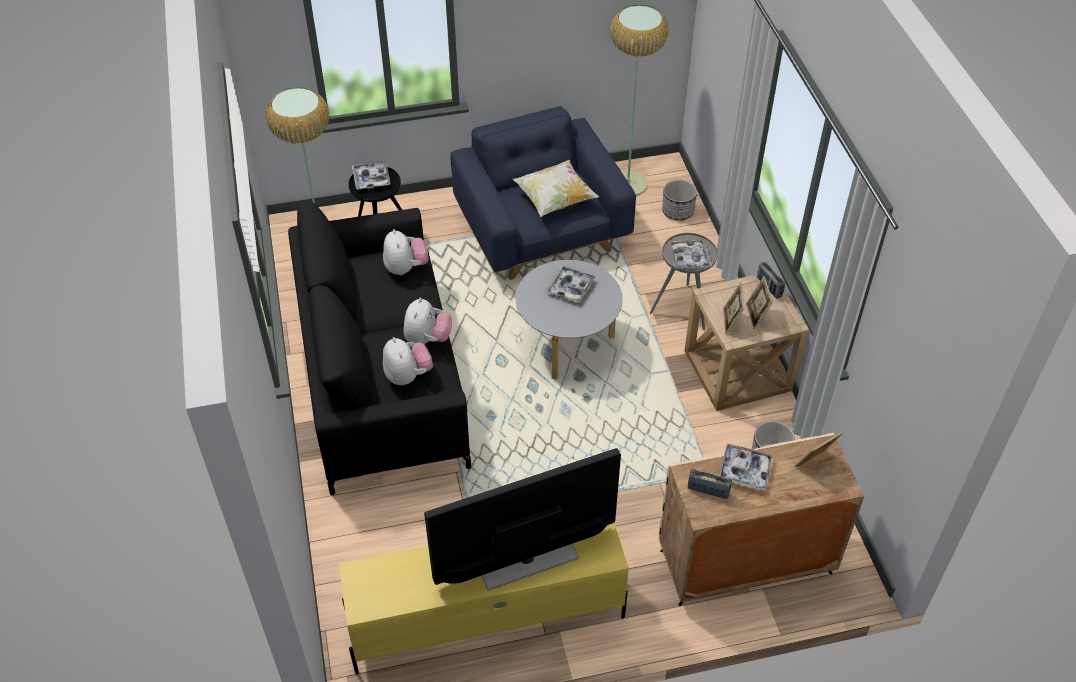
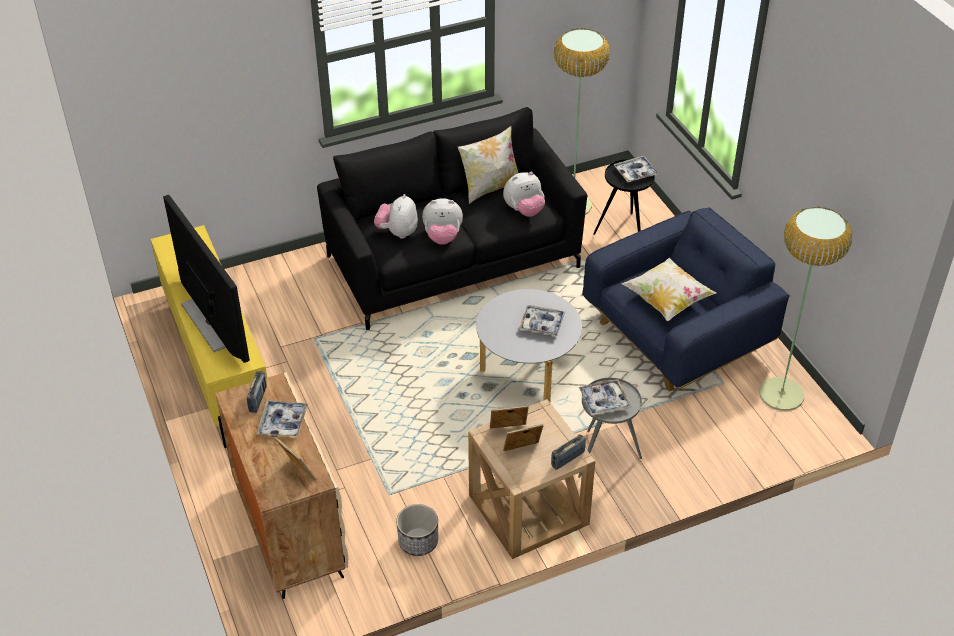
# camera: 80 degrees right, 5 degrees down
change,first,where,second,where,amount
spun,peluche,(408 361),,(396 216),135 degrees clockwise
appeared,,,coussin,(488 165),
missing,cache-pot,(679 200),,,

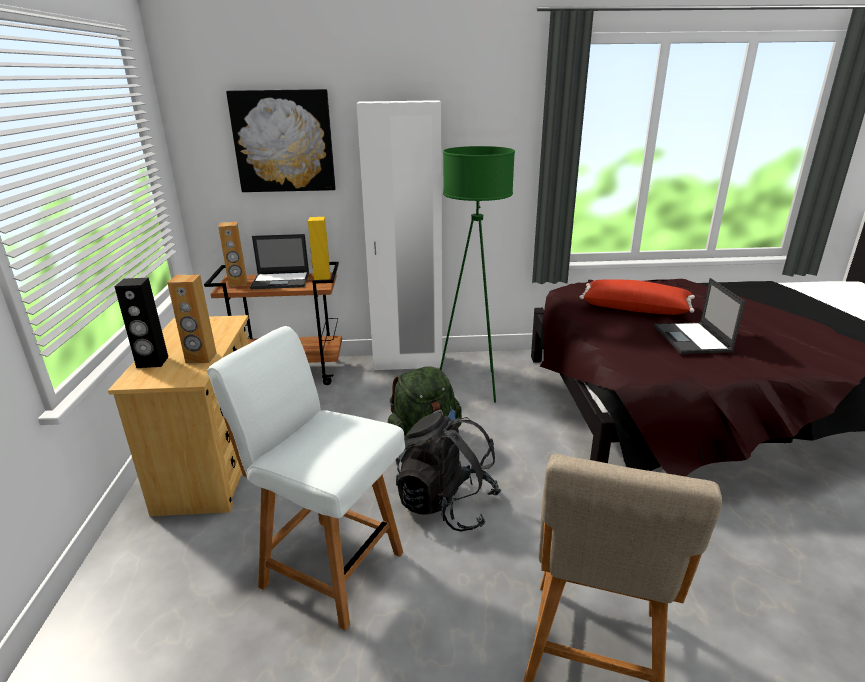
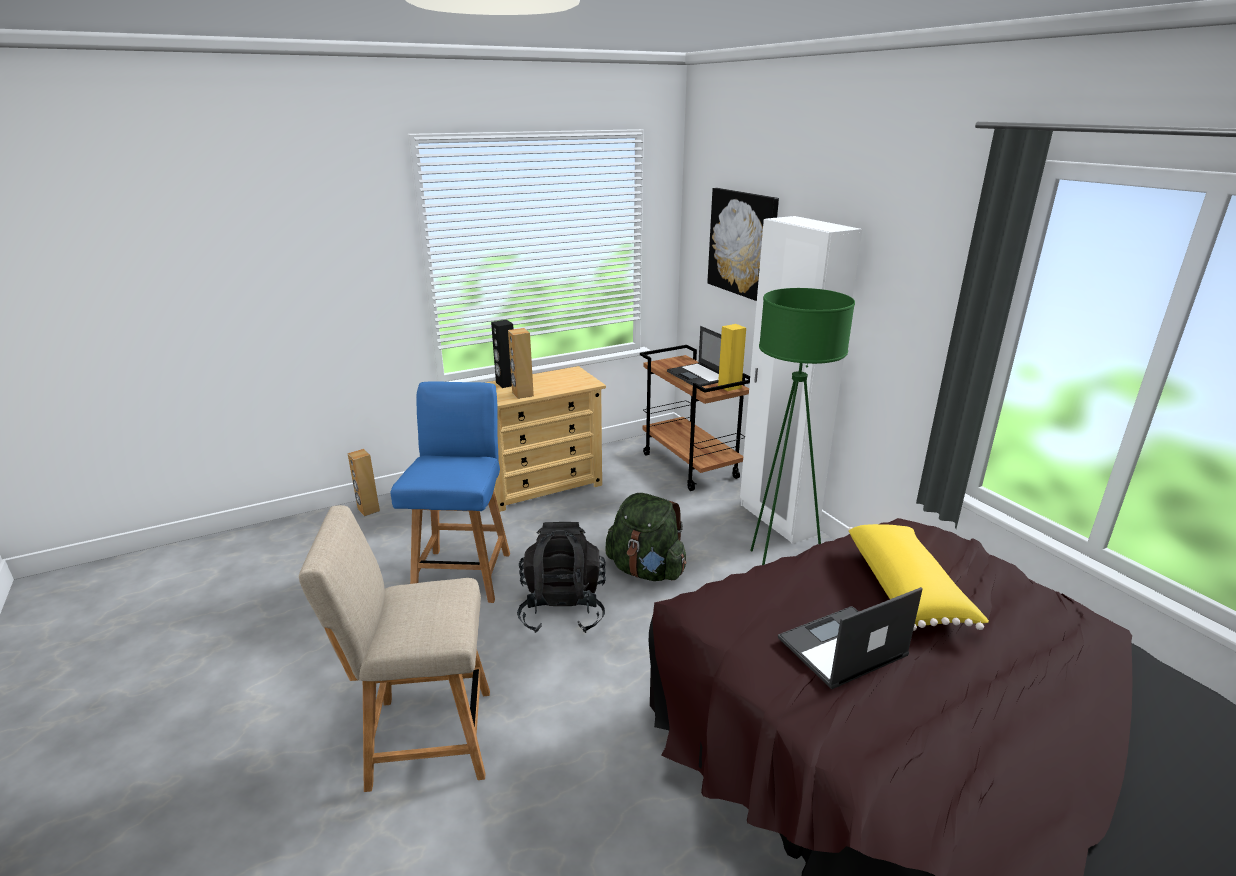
# camera: 65 degrees right, 0 degrees up
change,first,where,second,where,amount
relocated,enceinte (marron),(232 254),,(363 482),
colour,chaise (blanc),(306 478),chaise (bleu),(450 492),
colour,coussin (rouge),(637 297),coussin (jaune),(918 577),

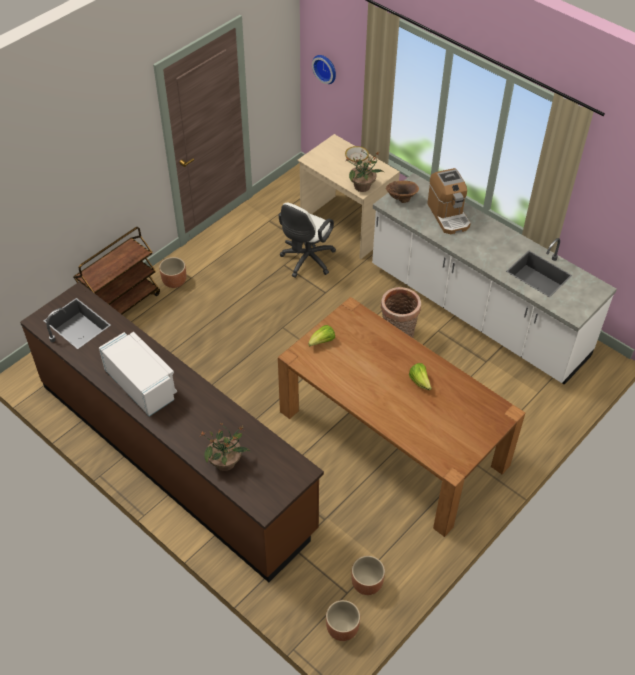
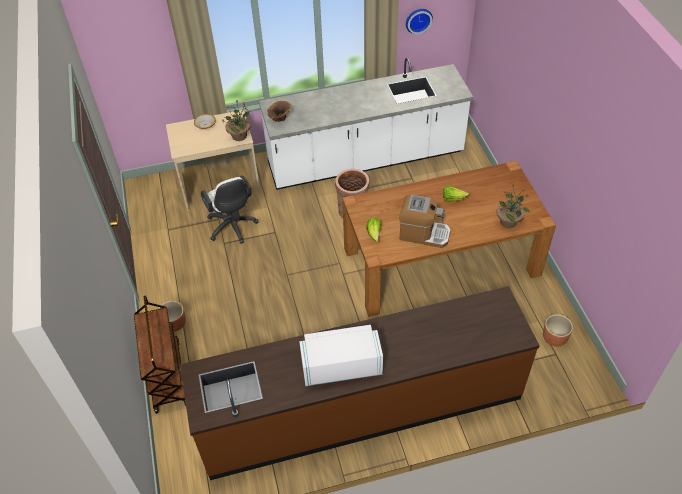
# camera: 55 degrees left, 0 degrees up
change,first,where,second,where,amount
relocated,machine à café,(449 201),,(425 221),
relocated,horloge murale,(324 69),,(419 21),
relocated,plante en pot,(224 446),,(513 206),
missing,cache-pot (marron),(343 620),,,

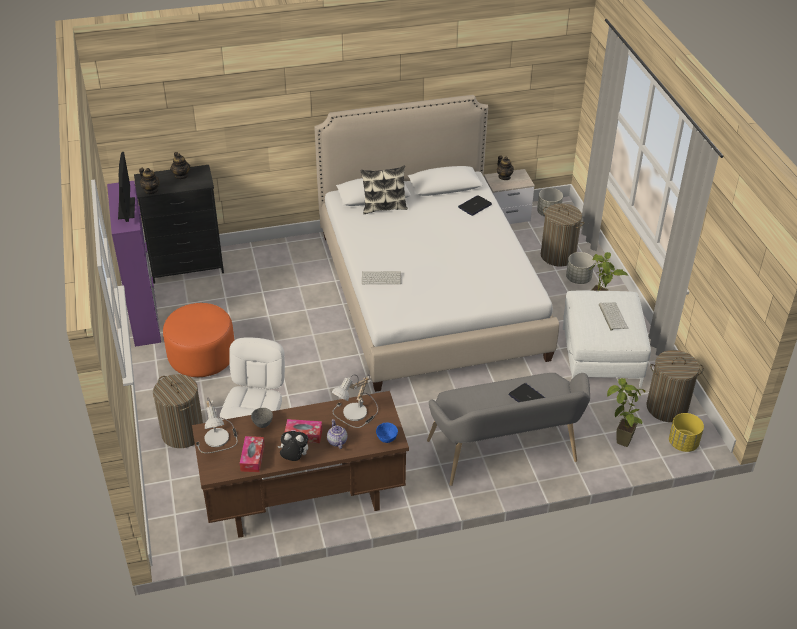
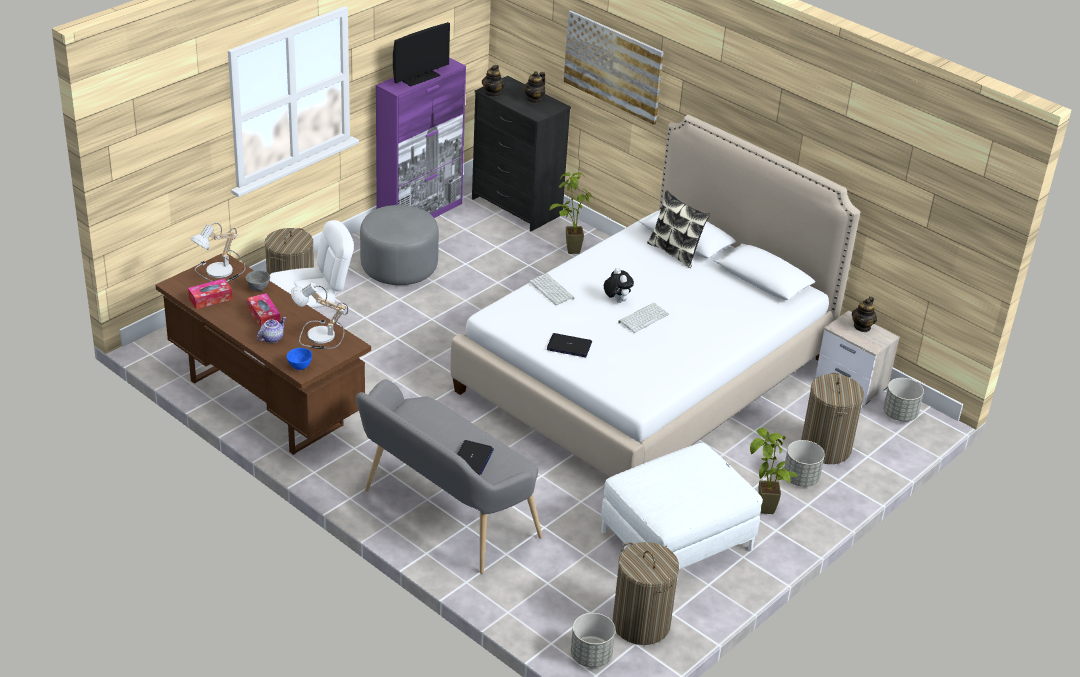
# camera: 55 degrees right, 5 degrees down
change,first,where,second,where,amount
colour,pouf (orange),(198 340),pouf (gris),(399 245),
relocated,ordinateur portable,(475 205),,(569 345),
relocated,plante en pot,(626 412),,(572 213),
appeared,,,tableau,(614 67),
colour,cache-pot (jaune),(686 432),cache-pot (gris),(593 640),
relocated,peluche,(293 446),,(619 285),
relocated,clavier,(613 317),,(643 318),

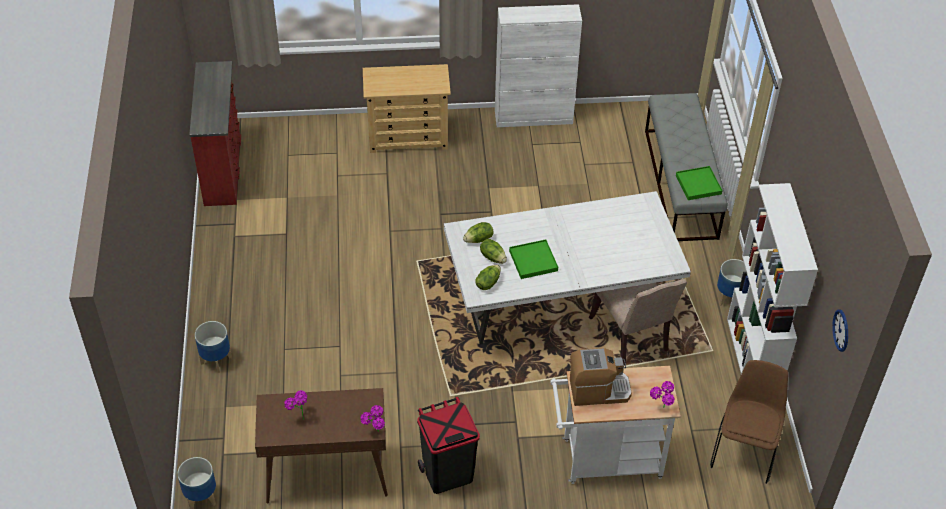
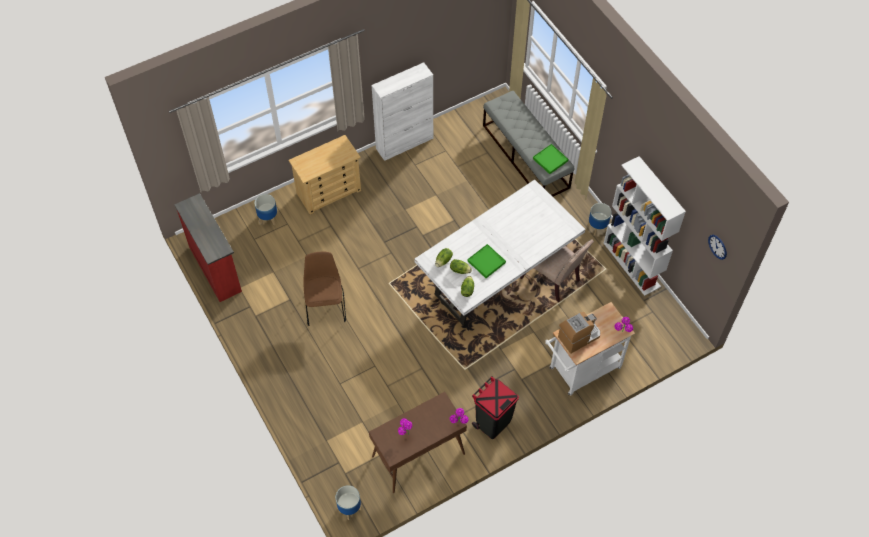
# camera: 25 degrees left, 10 degrees up
change,first,where,second,where,amount
relocated,cache-pot,(213 347),,(265 209),
relocated,chaise (marron),(749 422),,(324 289),

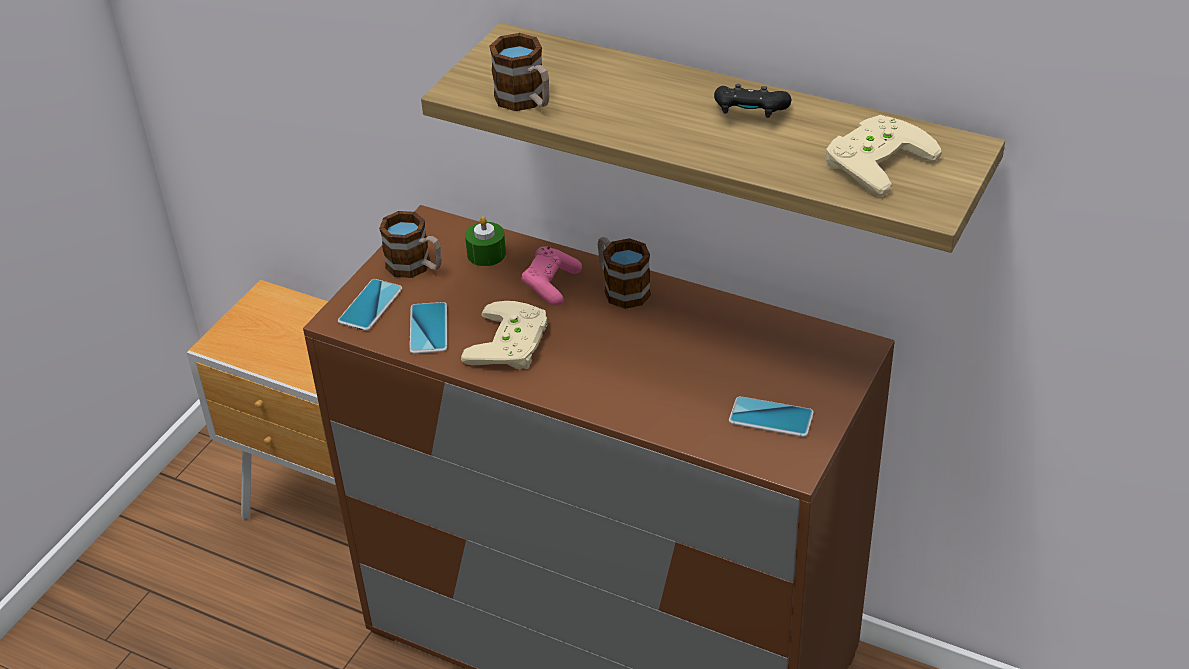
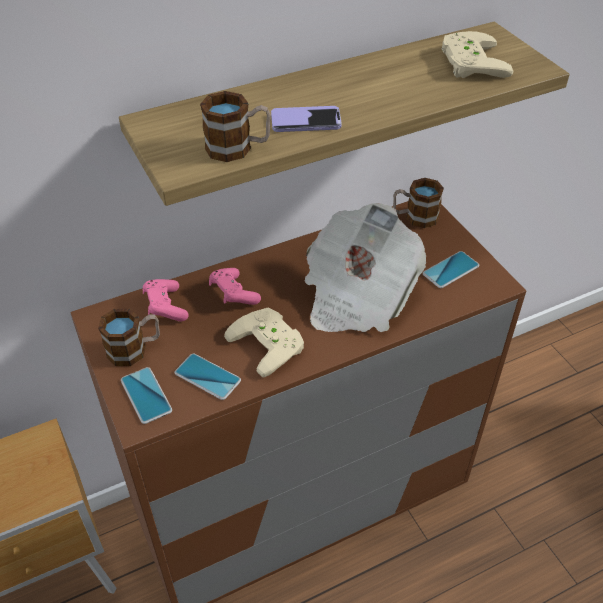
# camera: 55 degrees left, 5 degrees up
change,first,where,second,where,amount
exchanged,bougie (vert),(485 241),manette (rose),(166 300),
appeared,,,téléphone,(306 119),
appeared,,,journal,(365 267),
relocated,mug,(624 273),,(418 203),
missing,manette (noir),(752 101),,,

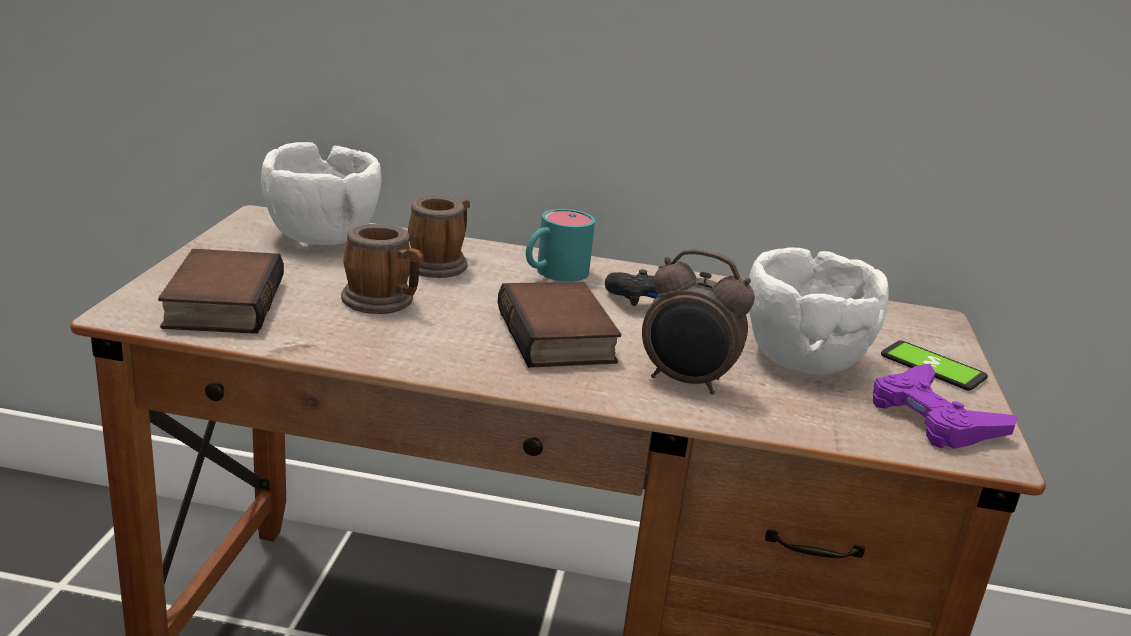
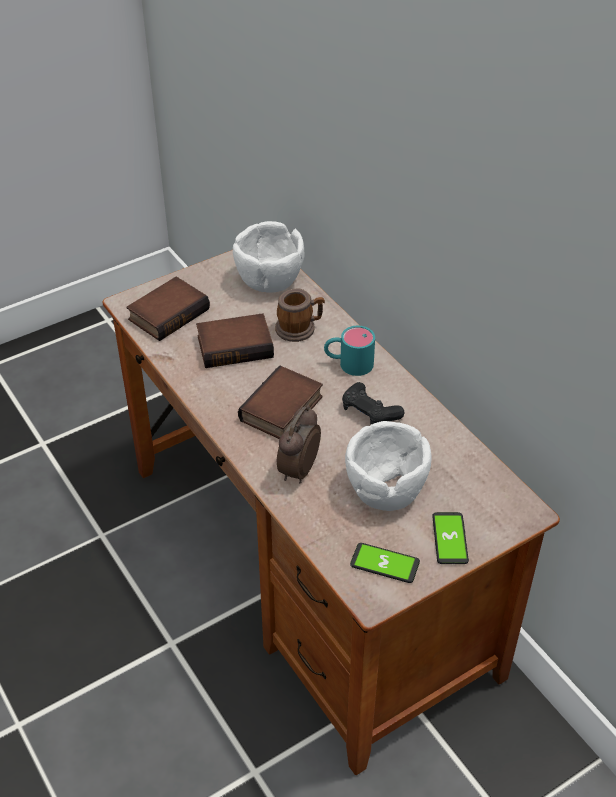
# camera: 50 degrees right, 20 degrees up
change,first,where,second,where,amount
exchanged,mug,(382 269),livre,(235 340),
spun,réveil,(698 322),,(299 444),45 degrees clockwise
exchanged,manette (violet),(945 406),téléphone,(385 563),

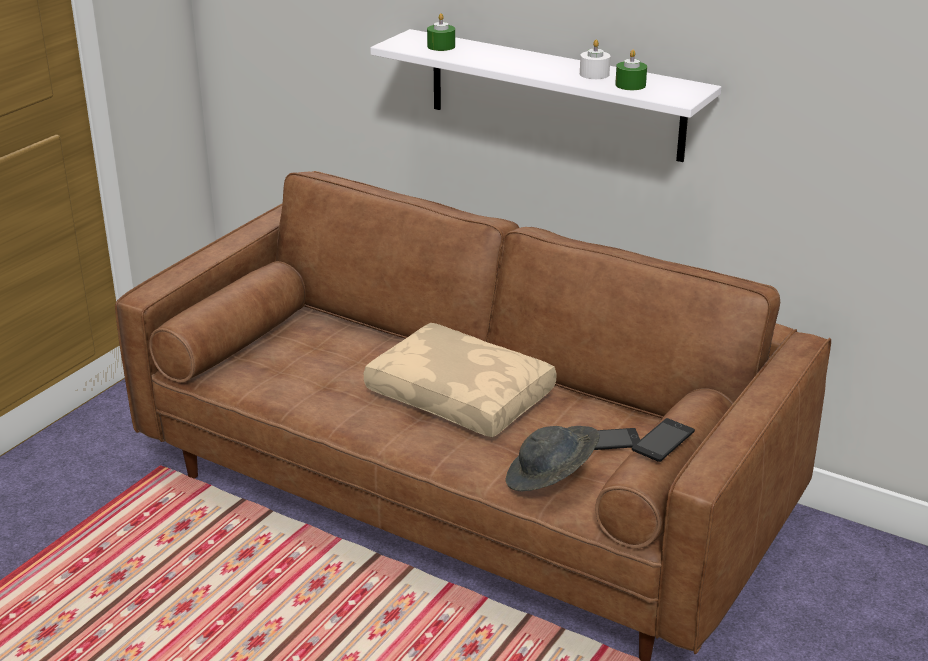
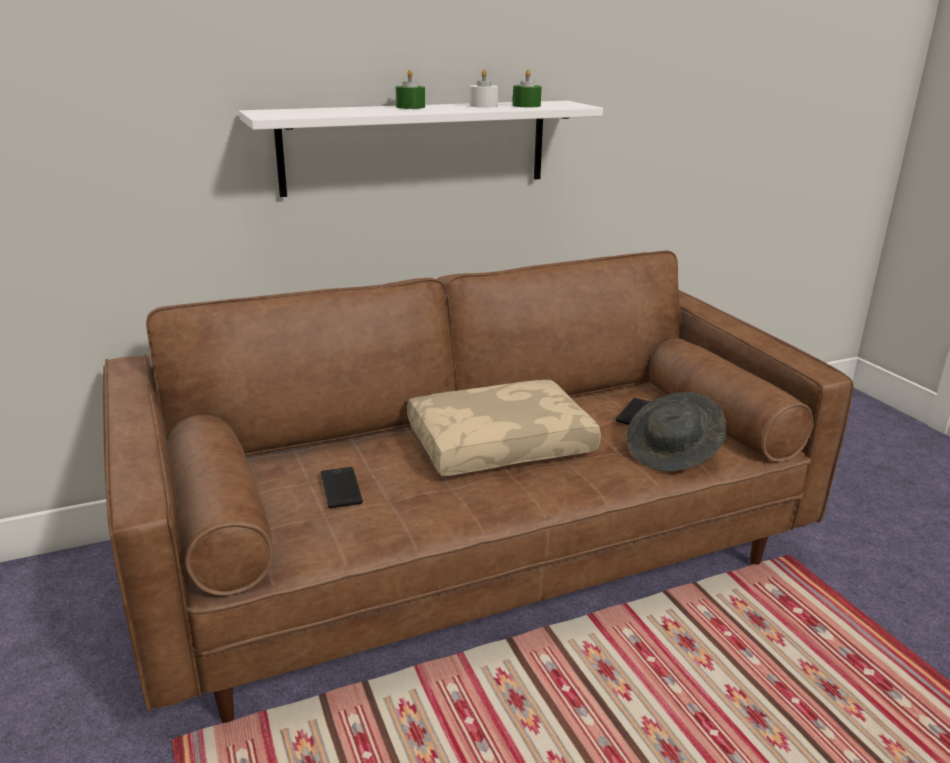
# camera: 55 degrees left, 5 degrees down
change,first,where,second,where,amount
relocated,téléphone,(663 440),,(342 487),
relocated,bougie (vert),(441 32),,(410 89),

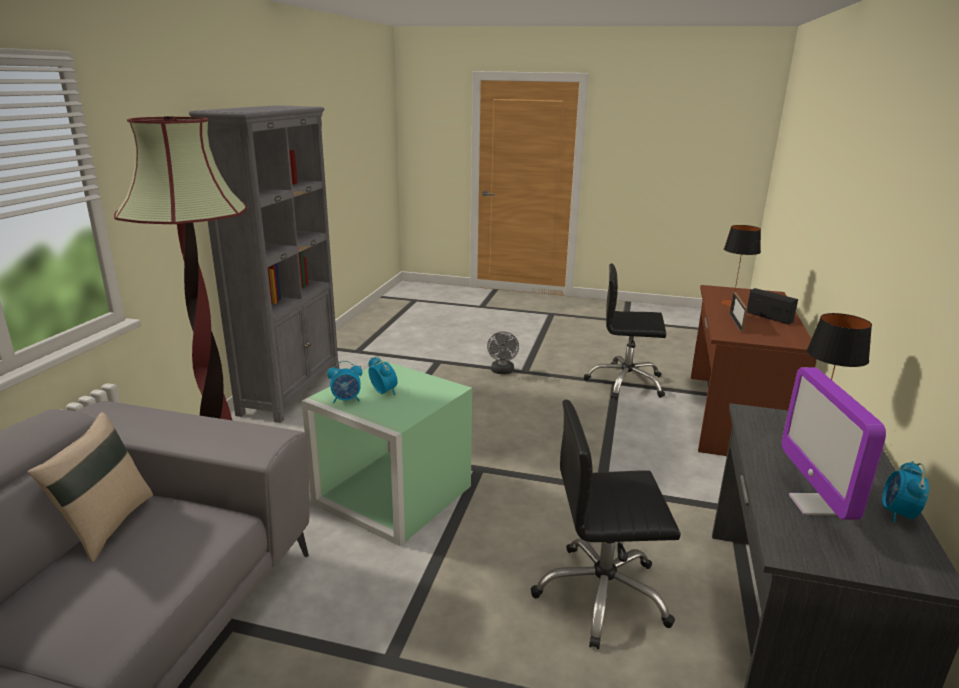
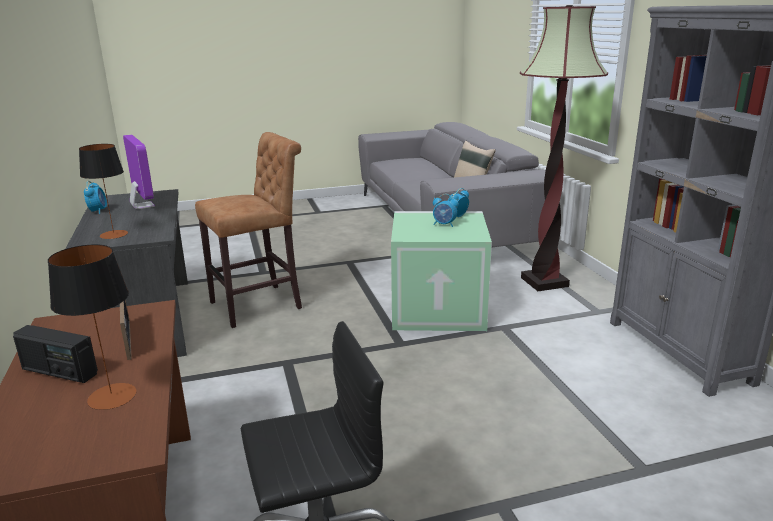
# camera: 150 degrees right, 0 degrees up
change,first,where,second,where,amount
exchanged,chaise de bureau (noir),(606 524),tabouret (marron),(248 230),
missing,ventilateur (gris),(503 352),,,

